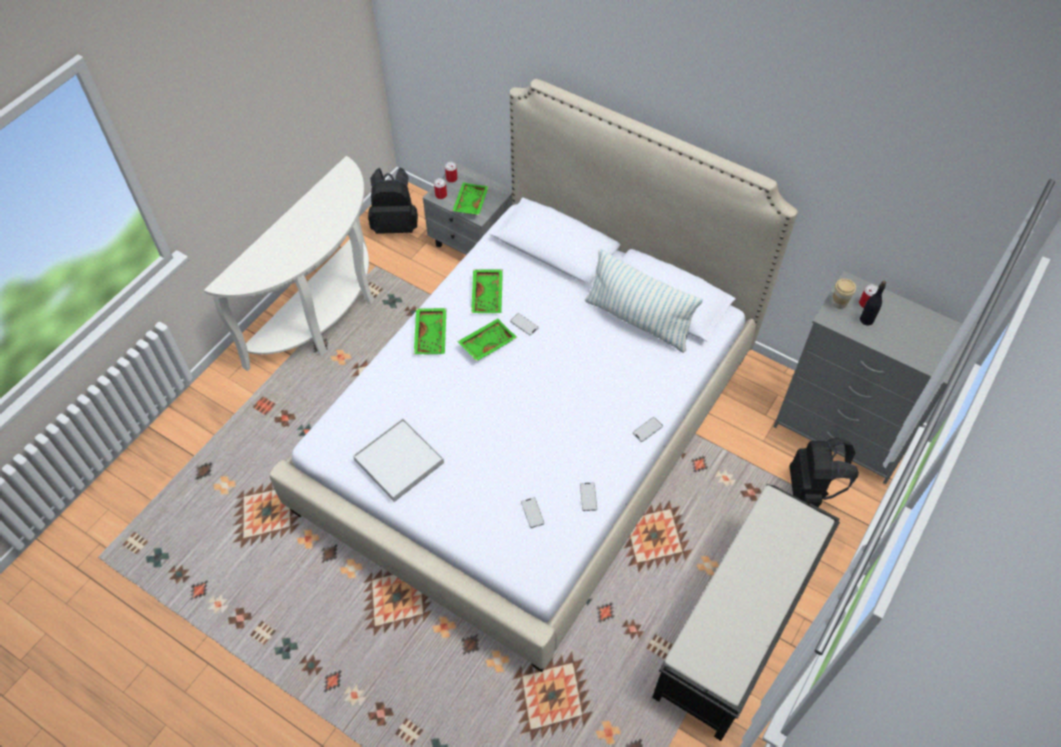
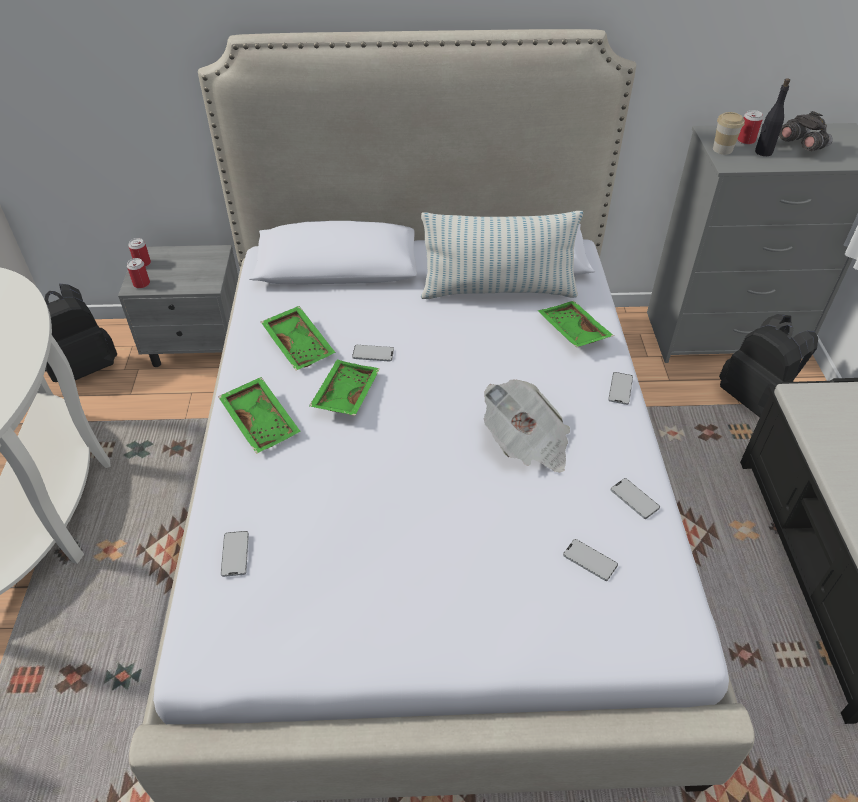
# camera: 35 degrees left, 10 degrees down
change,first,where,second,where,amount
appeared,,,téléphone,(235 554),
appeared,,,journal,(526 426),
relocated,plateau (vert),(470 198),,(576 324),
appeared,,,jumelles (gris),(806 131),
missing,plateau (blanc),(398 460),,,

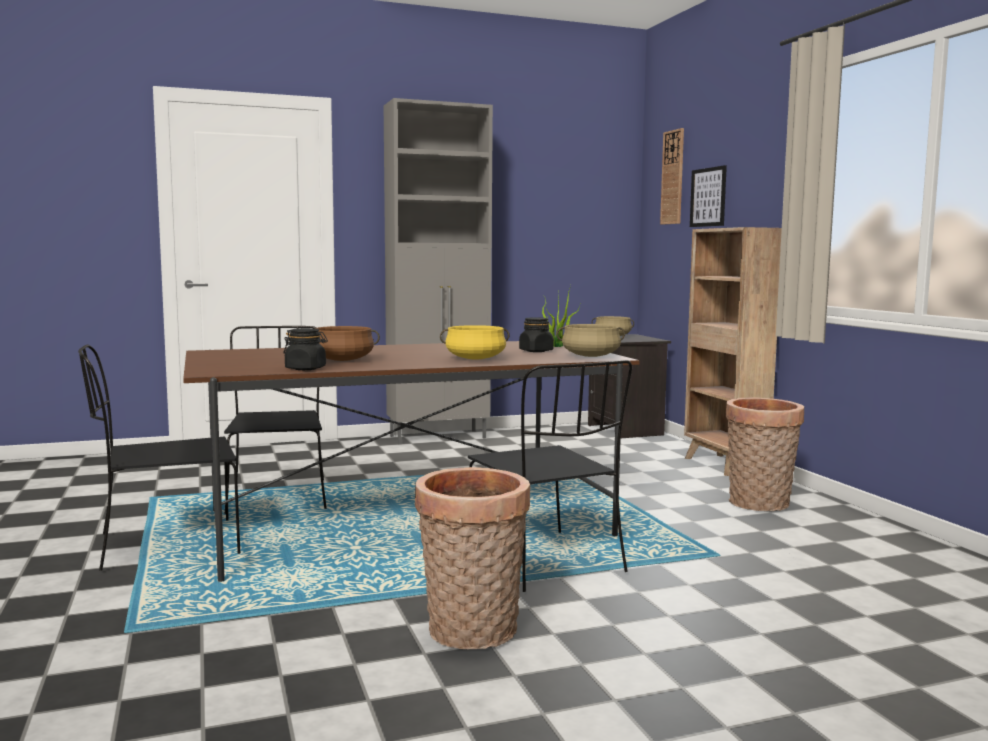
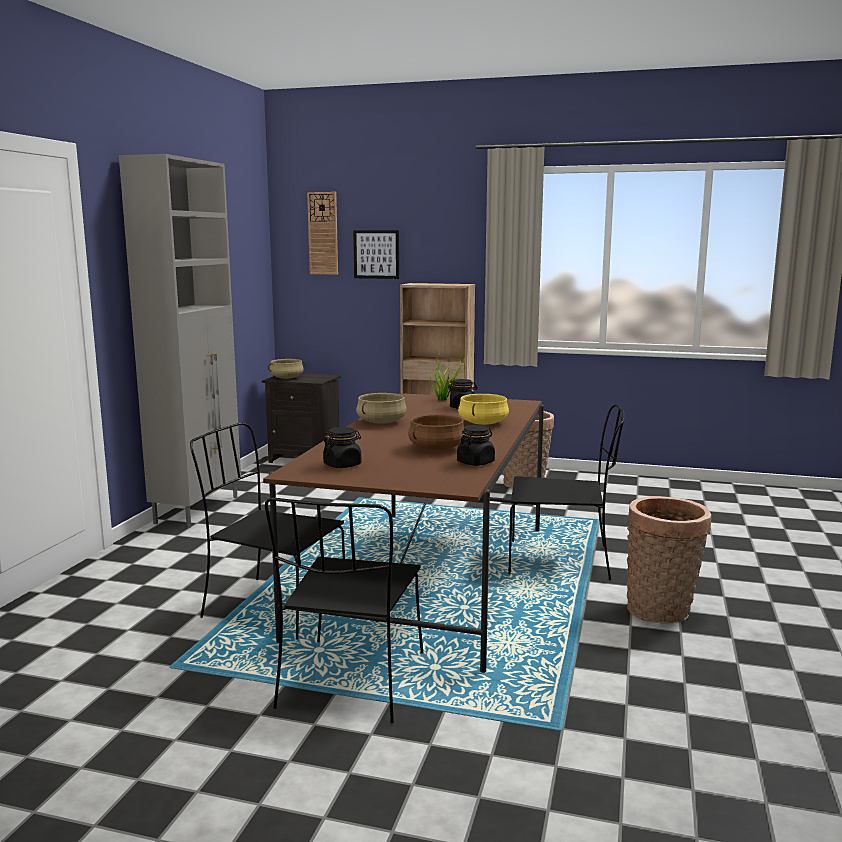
# camera: 55 degrees left, 5 degrees up
change,first,where,second,where,amount
appeared,,,bocal (noir),(342 447),
relocated,marmite (beige),(591 340),,(381 408),

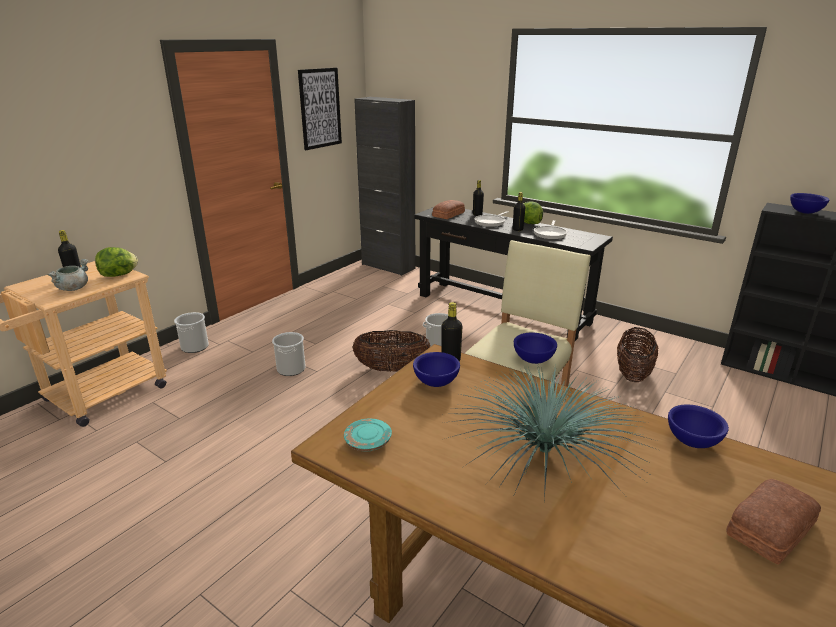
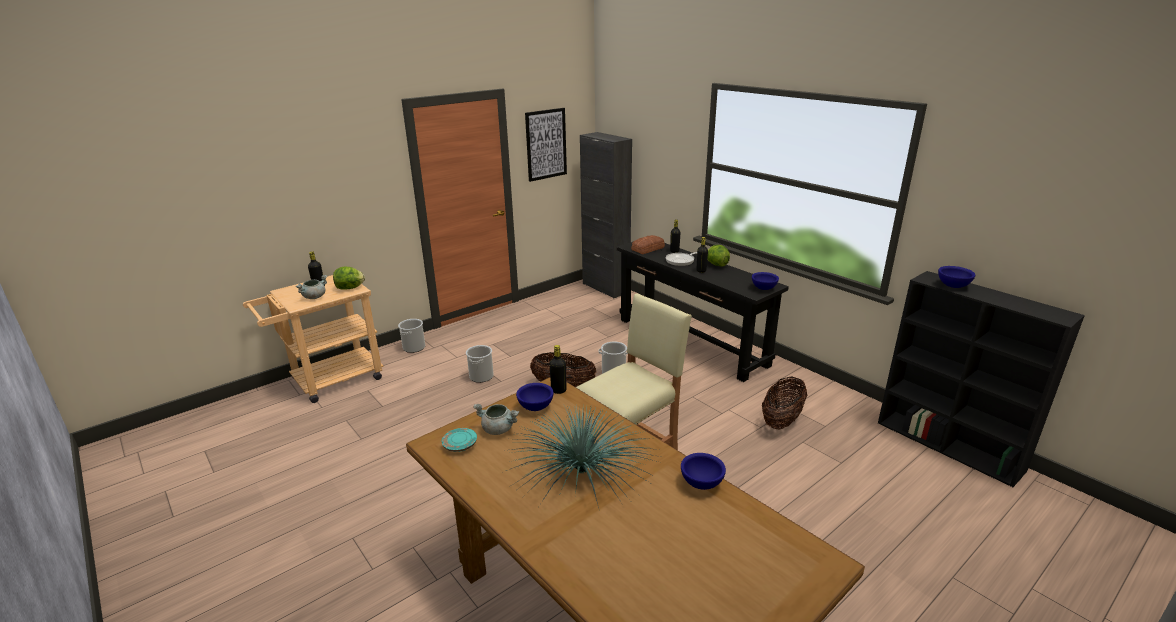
# camera: 15 degrees right, 0 degrees up
change,first,where,second,where,amount
appeared,,,marmite (gris),(496 419),
relocated,bol (bleu),(535 348),,(765 281),
missing,poêle,(550 230),,,
missing,pain,(773 522),,,

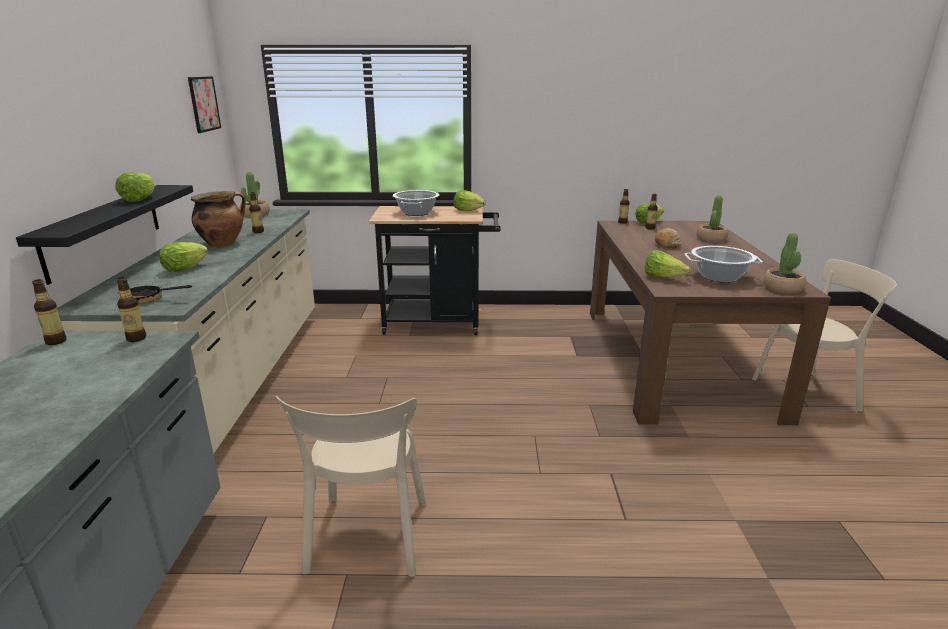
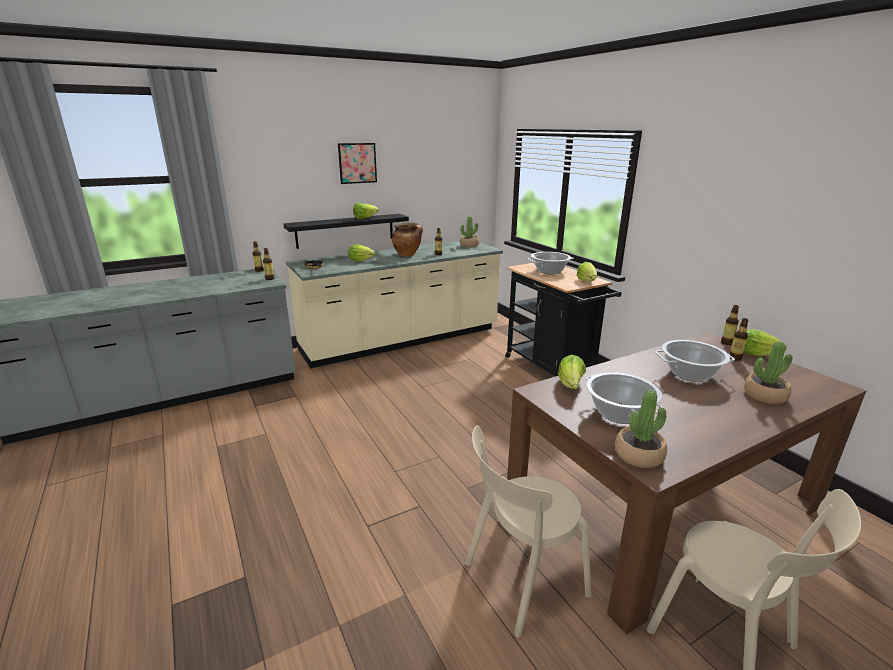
# camera: 60 degrees right, 0 degrees up
change,first,where,second,where,amount
relocated,tableau,(204 104),,(357 163),
relocated,chaise (beige),(351 486),,(528 531),
exchanged,pain,(668 238),marmite,(695 361),

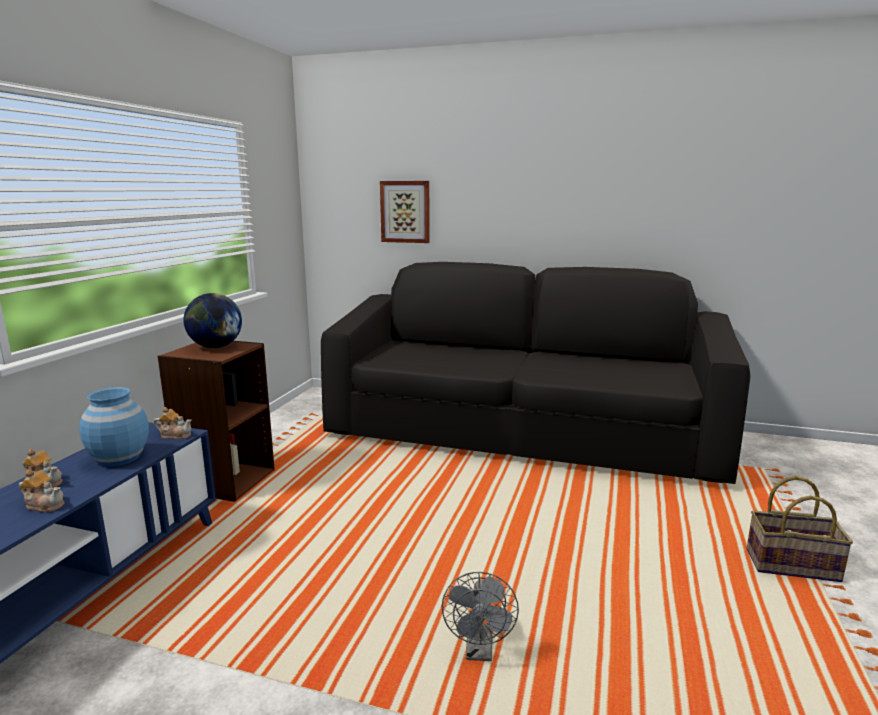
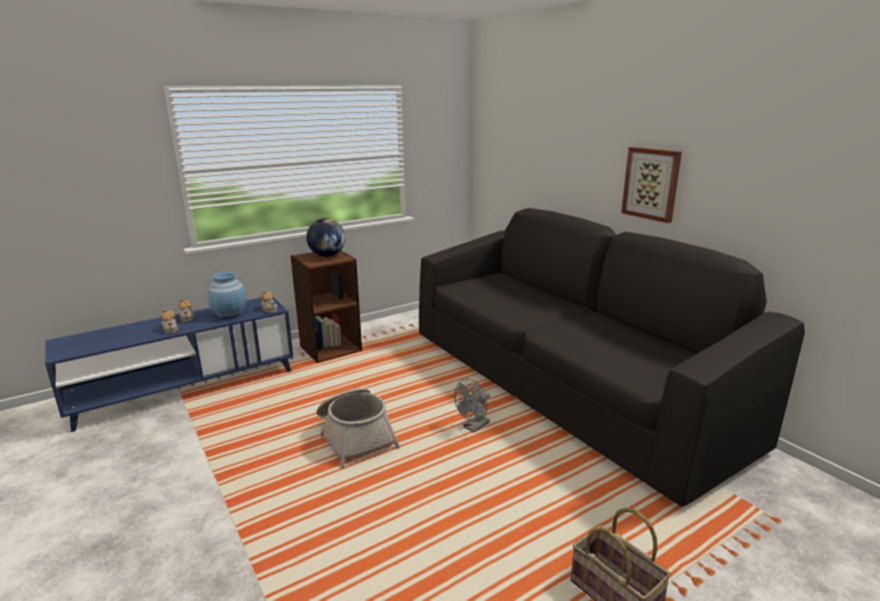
# camera: 40 degrees right, 5 degrees up
change,first,where,second,where,amount
appeared,,,panier,(358 428),
relocated,ventilateur (gris),(480 616),,(472 406),
relocated,tableau,(405 212),,(651 185),

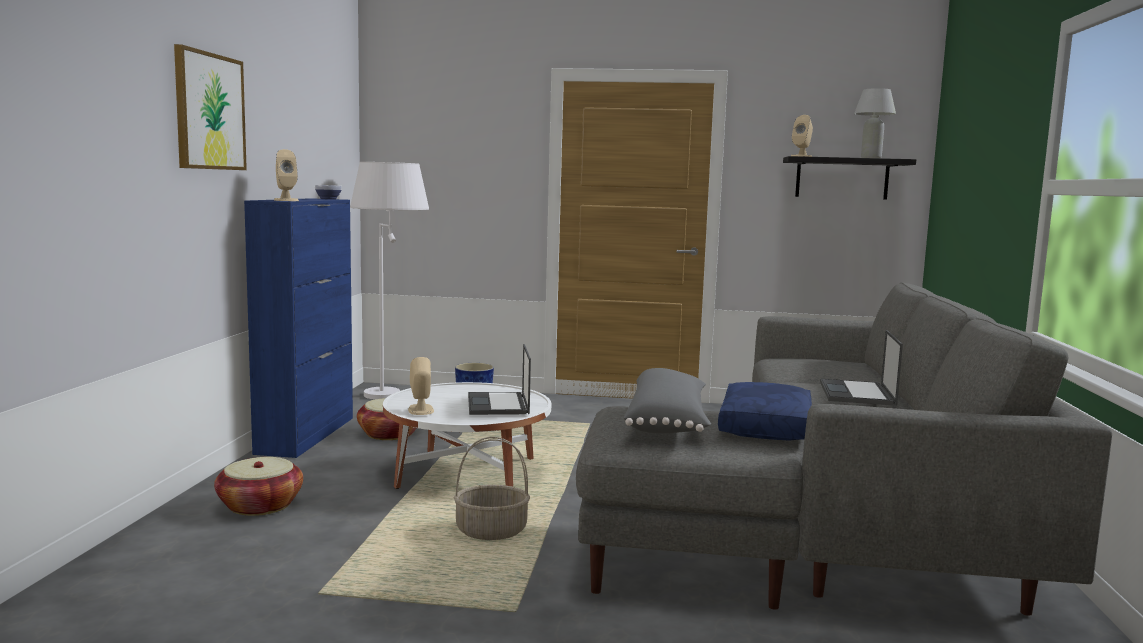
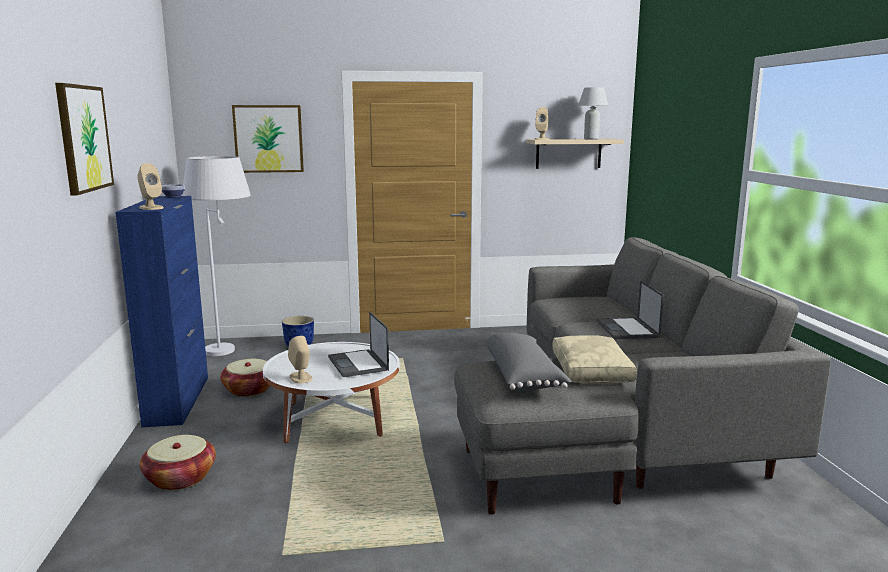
# camera: 15 degrees left, 5 degrees up
change,first,where,second,where,amount
appeared,,,tableau,(268 139),
colour,étagère (noir),(849 177),étagère (beige),(575 154),
colour,coussin (bleu),(765 411),coussin (beige),(594 359),
missing,panier,(492 488),,,

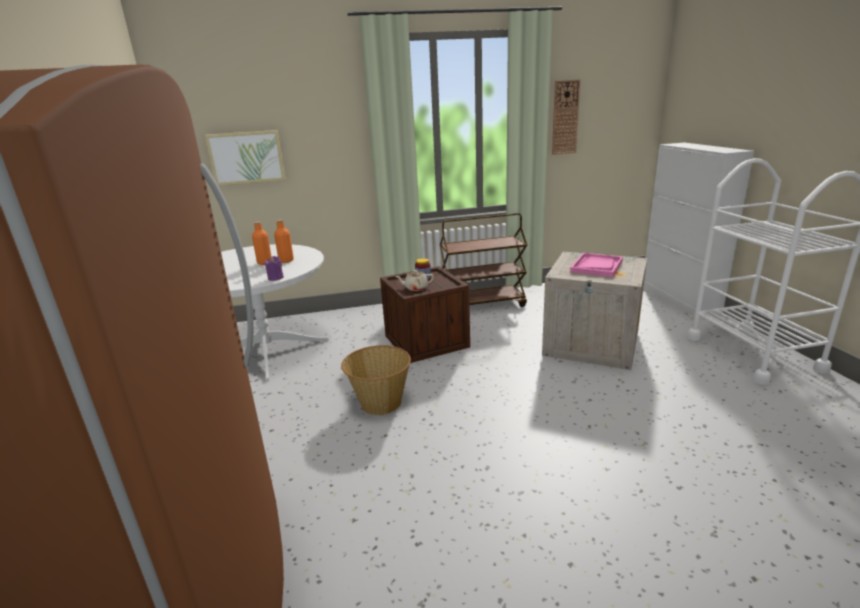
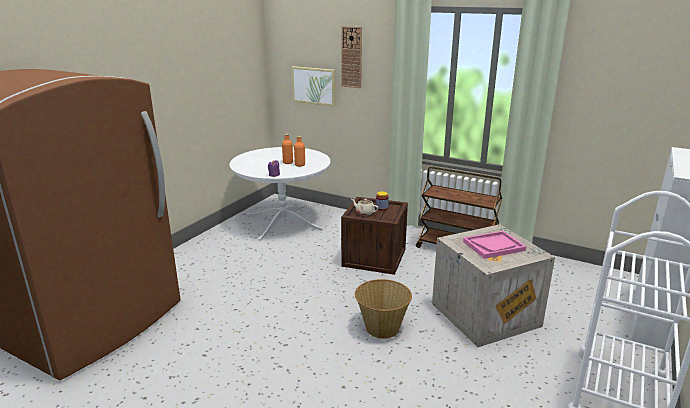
# camera: 40 degrees right, 0 degrees up
change,first,where,second,where,amount
relocated,horloge murale,(566 117),,(351 57),
relocated,panier,(376 380),,(383 309),

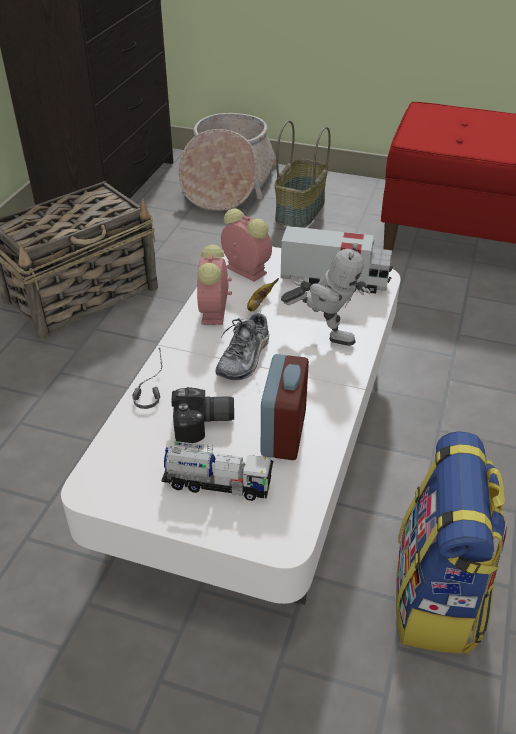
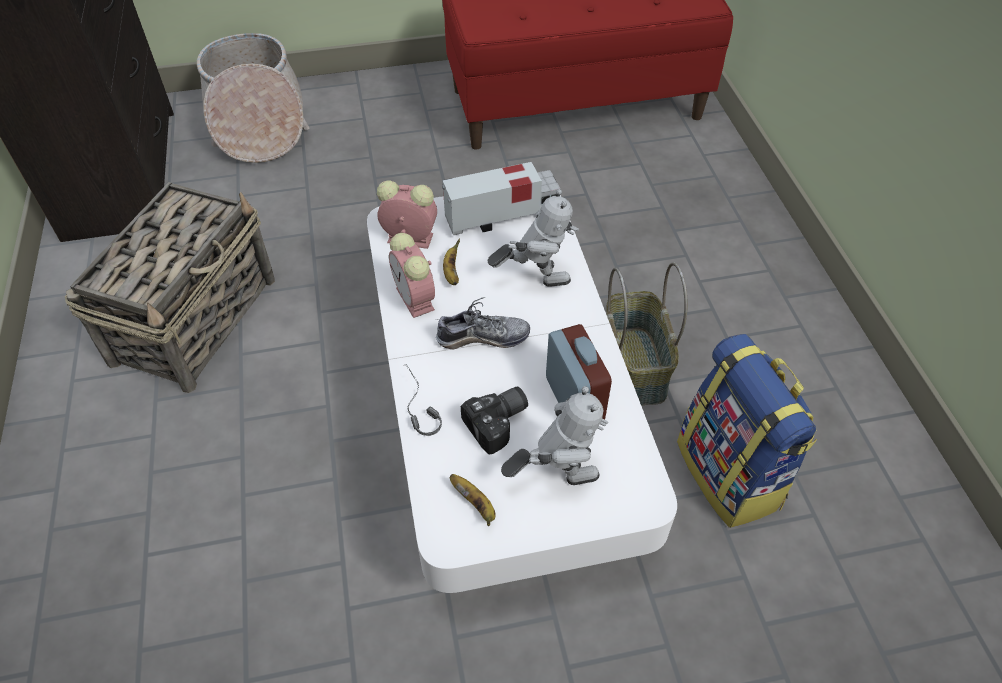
# camera: 30 degrees left, 10 degrees up
change,first,where,second,where,amount
spun,chaussure,(242 345),,(483 323),90 degrees counterclockwise
appeared,,,banane,(473 500),
exchanged,camion jouet,(217 471),robot jouet,(554 435),
relocated,panier,(302 174),,(647 334),

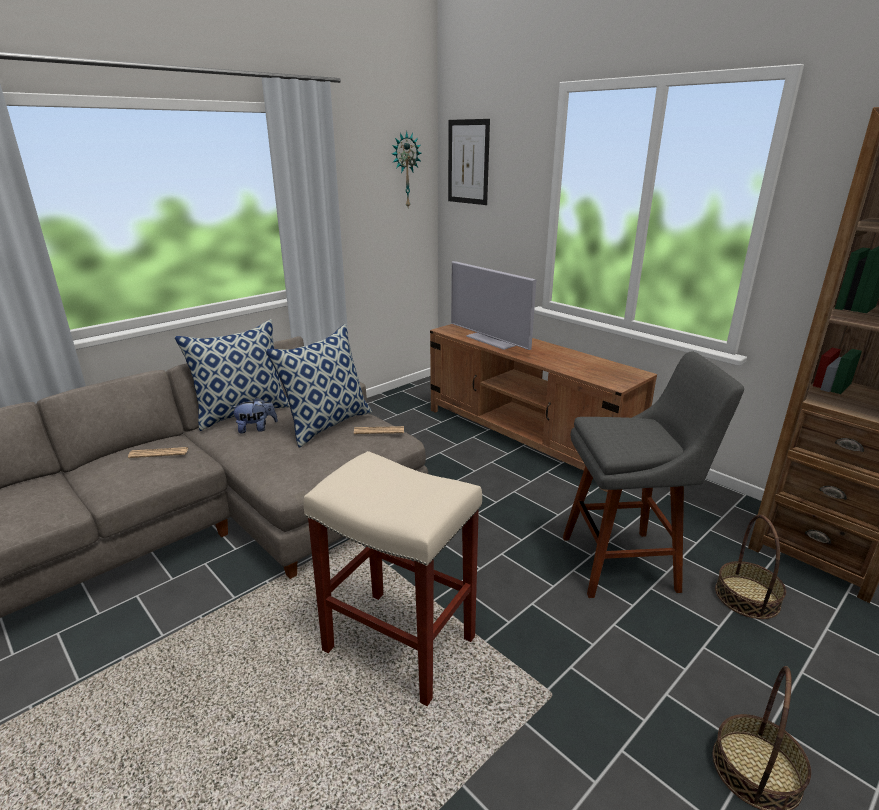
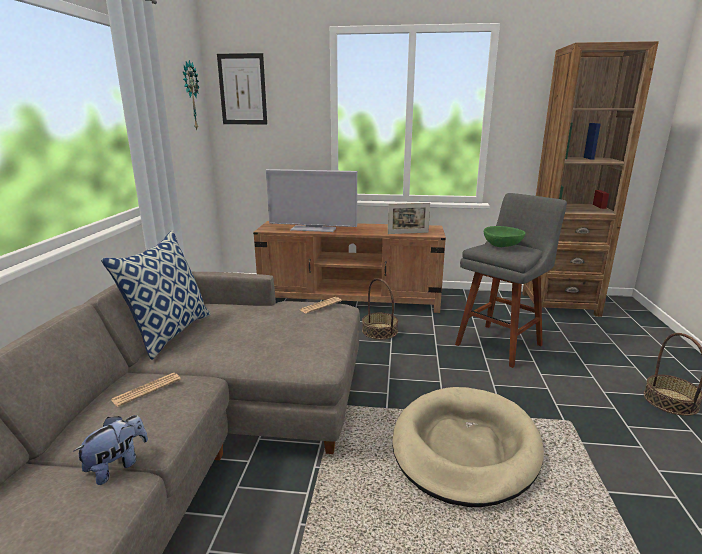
# camera: 40 degrees left, 5 degrees down
change,first,where,second,where,amount
relocated,peluche,(254 415),,(110 450),
relocated,panier,(750 567),,(380 308),
appeared,,,cadre photo,(409 218),
exchanged,tabouret (beige),(392 578),panier pour chien (beige),(468 447),
appeared,,,bol (vert),(504 236),
missing,coussin,(318 386),,,

